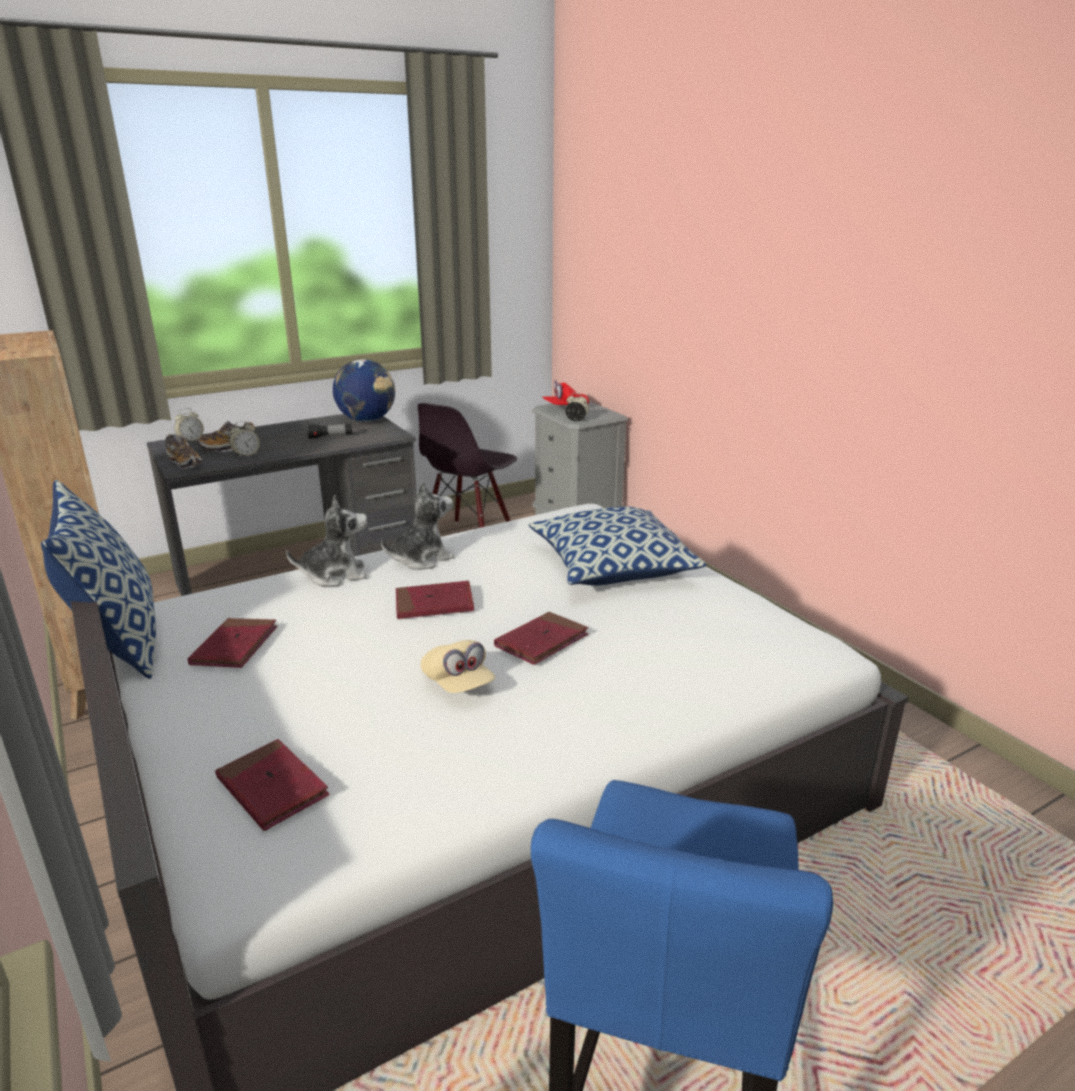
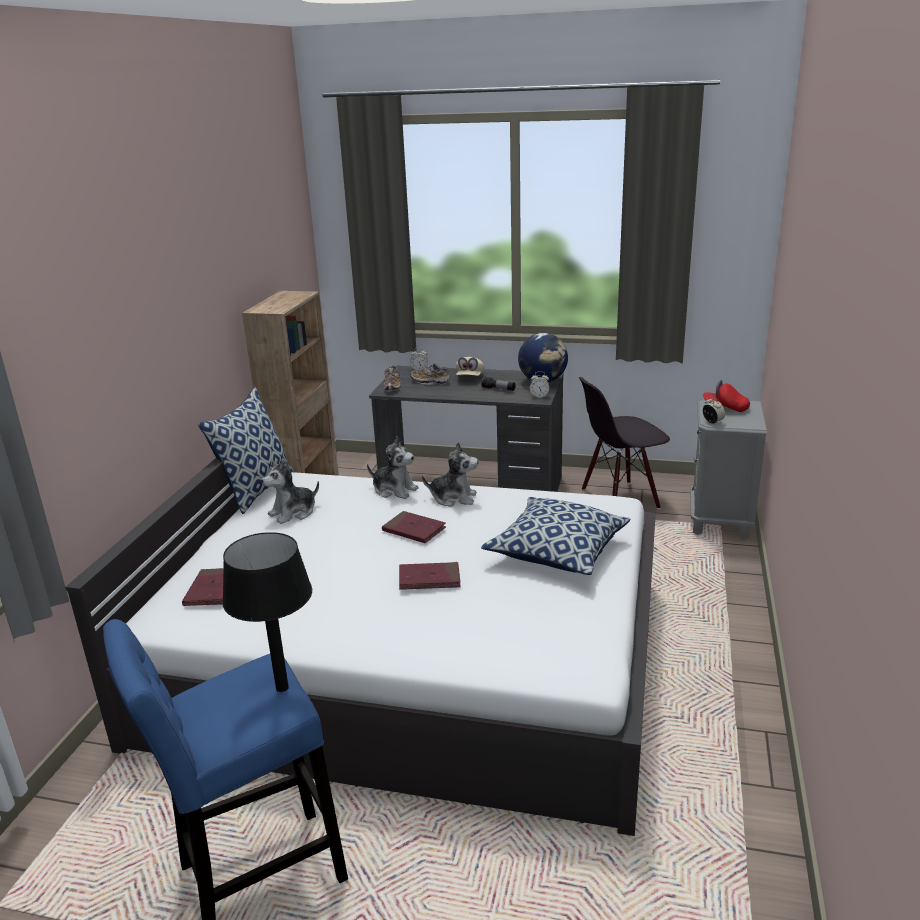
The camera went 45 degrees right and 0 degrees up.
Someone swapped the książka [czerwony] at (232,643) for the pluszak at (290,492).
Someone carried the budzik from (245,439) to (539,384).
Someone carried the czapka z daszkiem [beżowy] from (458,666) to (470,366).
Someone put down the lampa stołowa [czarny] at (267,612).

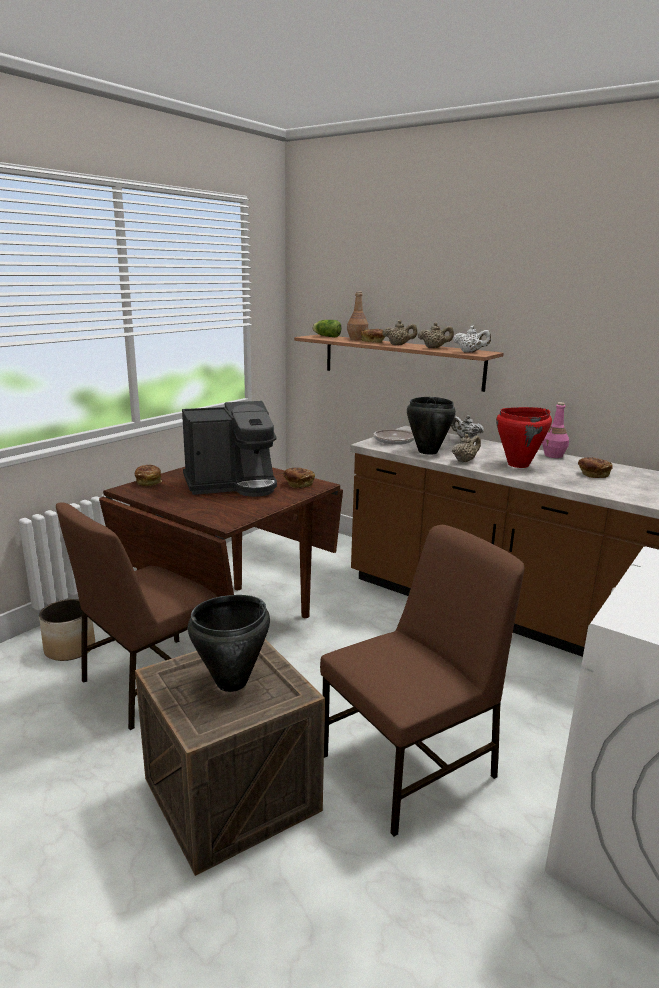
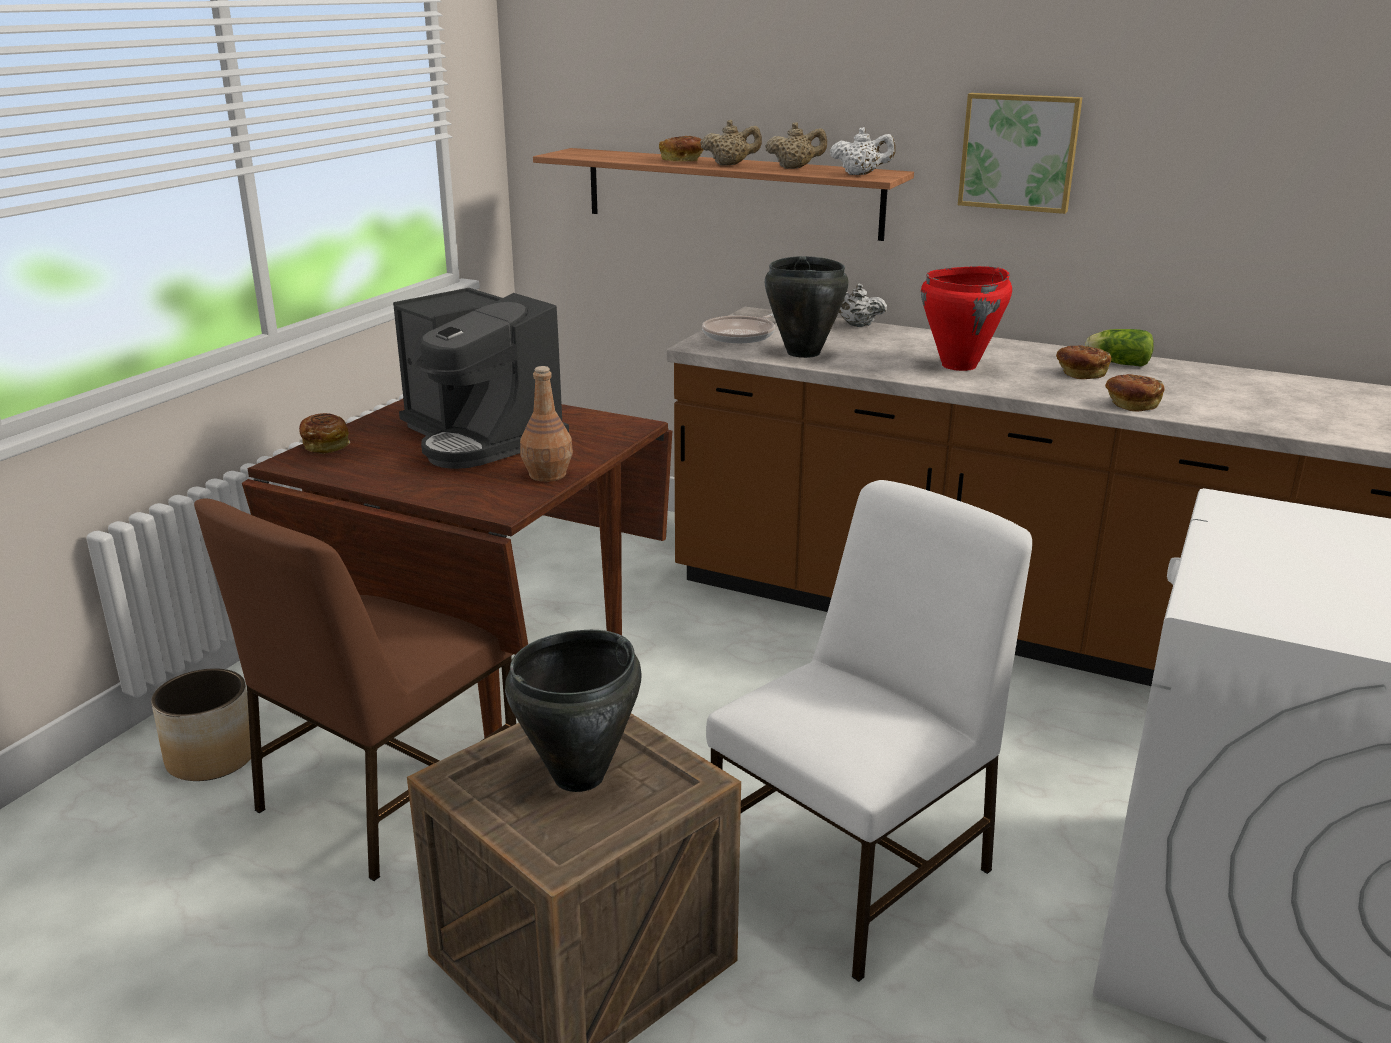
The camera went 10 degrees left and 5 degrees up.
Someone rotated the ekspres do kawy at (229,449) by 75 degrees clockwise.
Someone carried the chleb from (299,478) to (1135,392).
Someone carried the sałata from (326,328) to (1119,348).
Someone repainted the krzesło [brązowy] at (422,681), which became the krzesło [biały] at (869,731).
Someone carried the butelka [brązowy] from (357,315) to (546,424).
Someone took away the imbryk [beżowy] at (466,448).
Someone took away the butelka [różowy] at (555,430).
Someone put up the obraz at (1020,153).

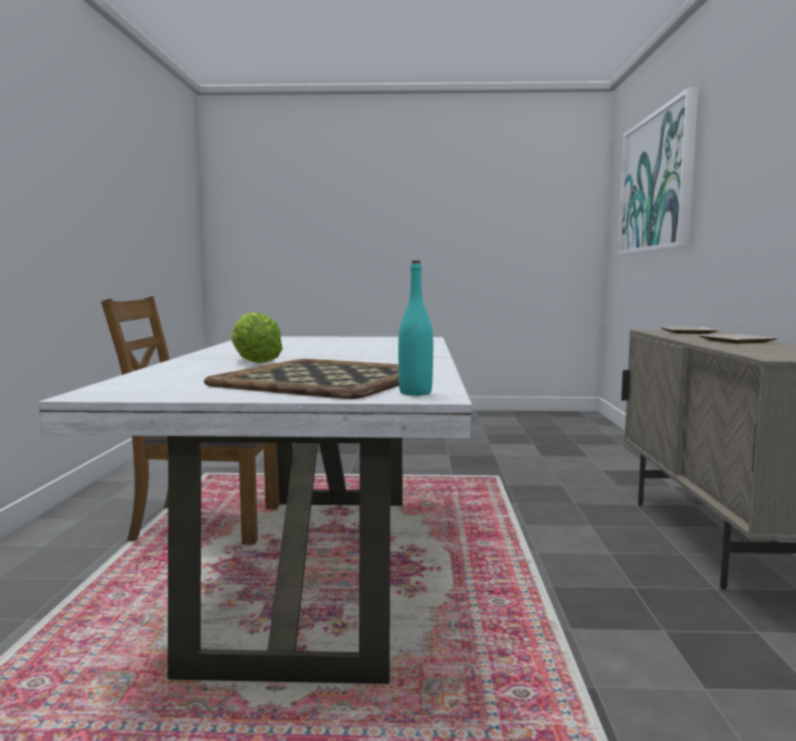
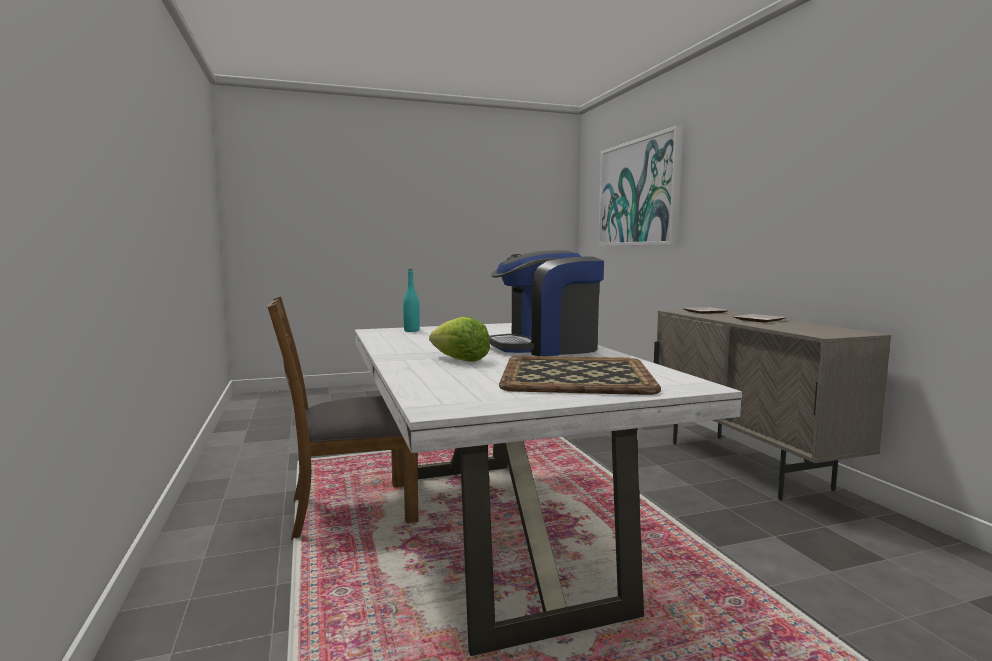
The camera went 20 degrees left and 0 degrees up.
Someone carried the butelka [turkusowy] from (415,328) to (411,300).
Someone put down the ekspres do kawy at (546,303).

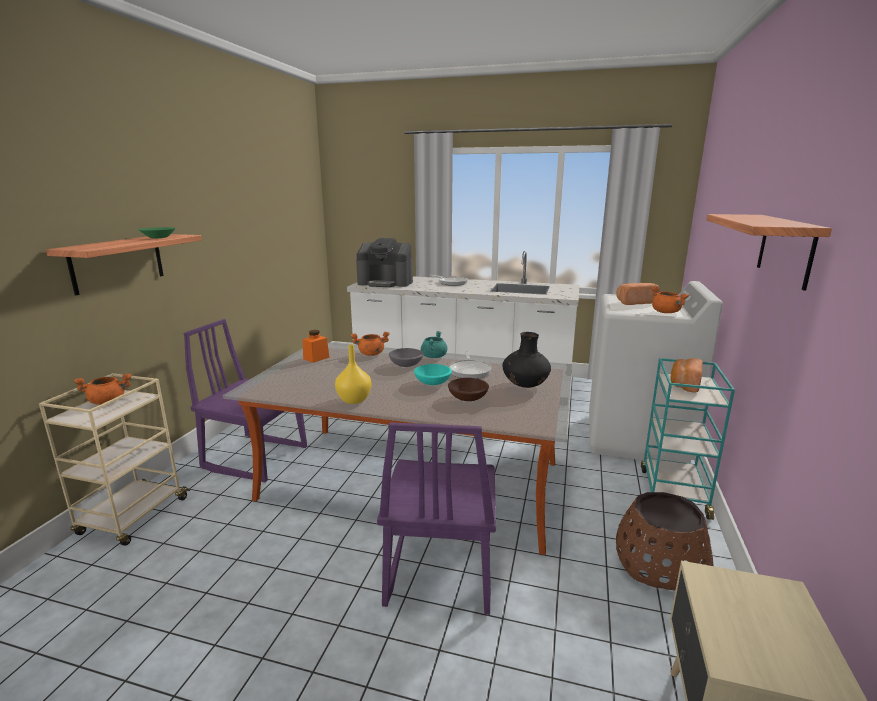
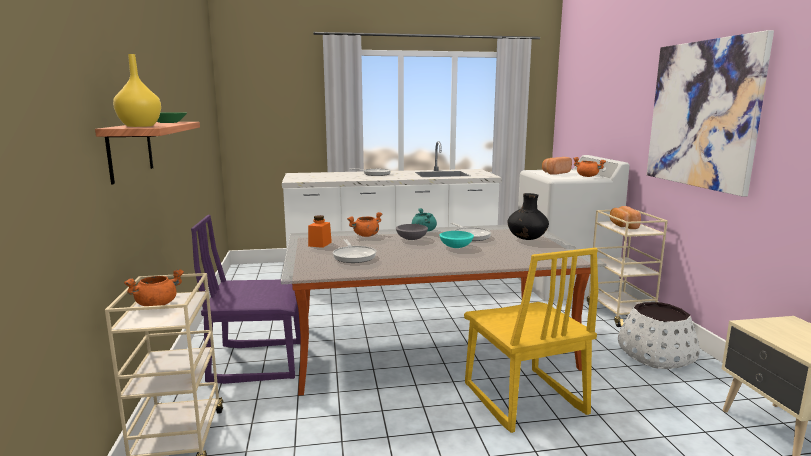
The camera went 25 degrees left and 5 degrees down.
Someone carried the wazon [żółty] from (353,374) to (137,90).
Someone took away the ekspres do kawy at (384,262).
Someone repainted the krzesło [fioletowy] at (436,518), which became the krzesło [żółty] at (531,340).
Someone took away the miska [brązowy] at (468,389).
Someone repainted the donica [brązowy] at (665,541), which became the donica [biały] at (659,335).
Someone repainted the wózek [turkusowy] at (688,439), which became the wózek [beżowy] at (627,268).
Someone swapped the półka at (769,252) for the obraz at (710,113).
Someone put down the patelnia at (354,251).

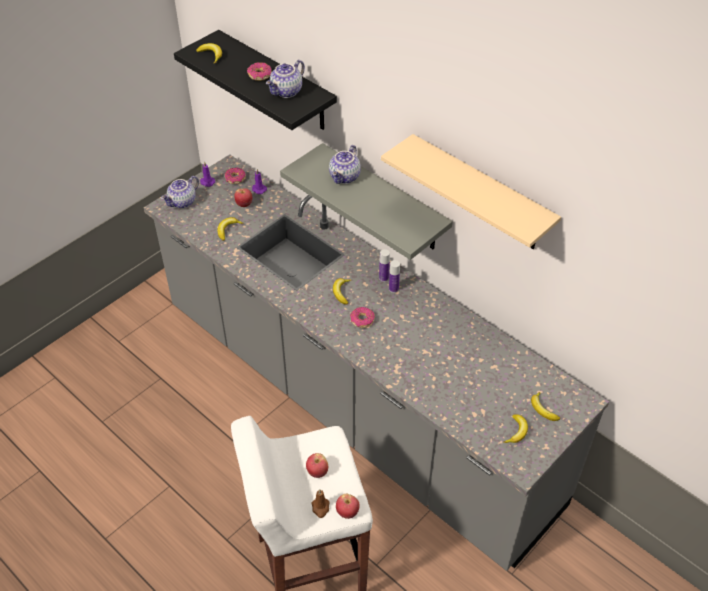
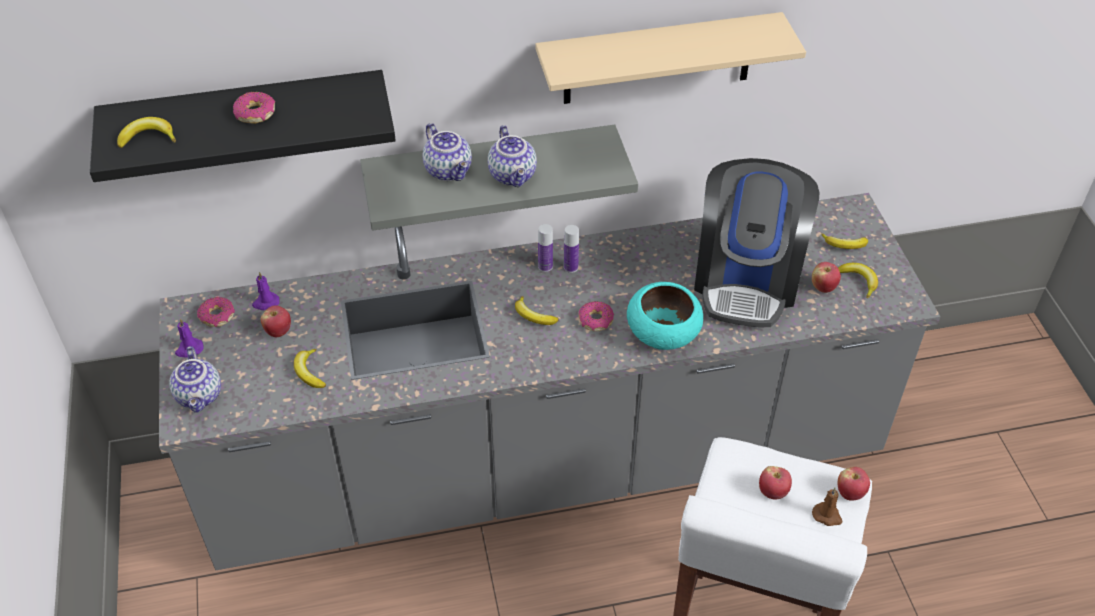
The camera went 55 degrees left and 0 degrees up.
Someone carried the imbryk from (285,79) to (512,156).
Someone put down the miska [turkusowy] at (665,316).
Someone put down the ekspres do kawy at (756,243).
Someone put down the jabłko at (826,277).

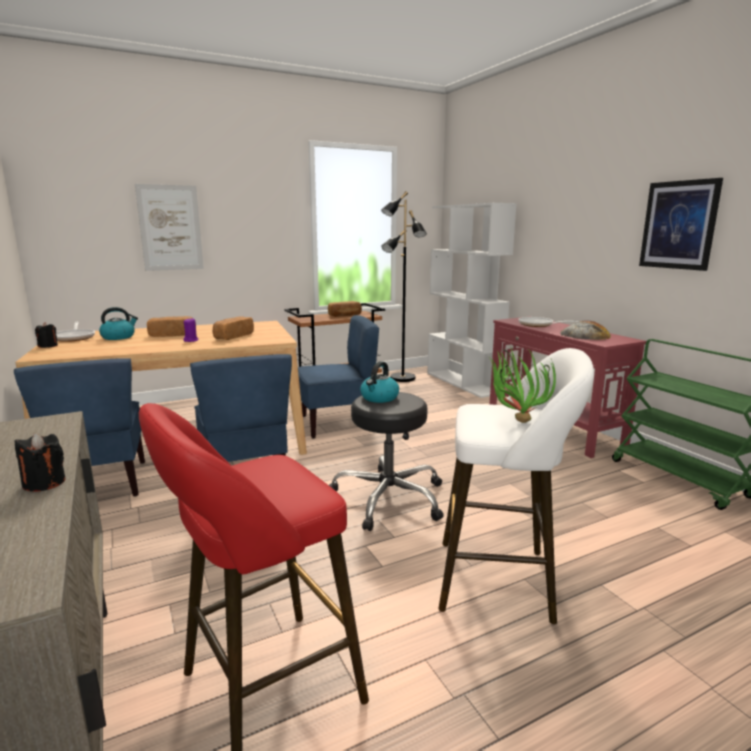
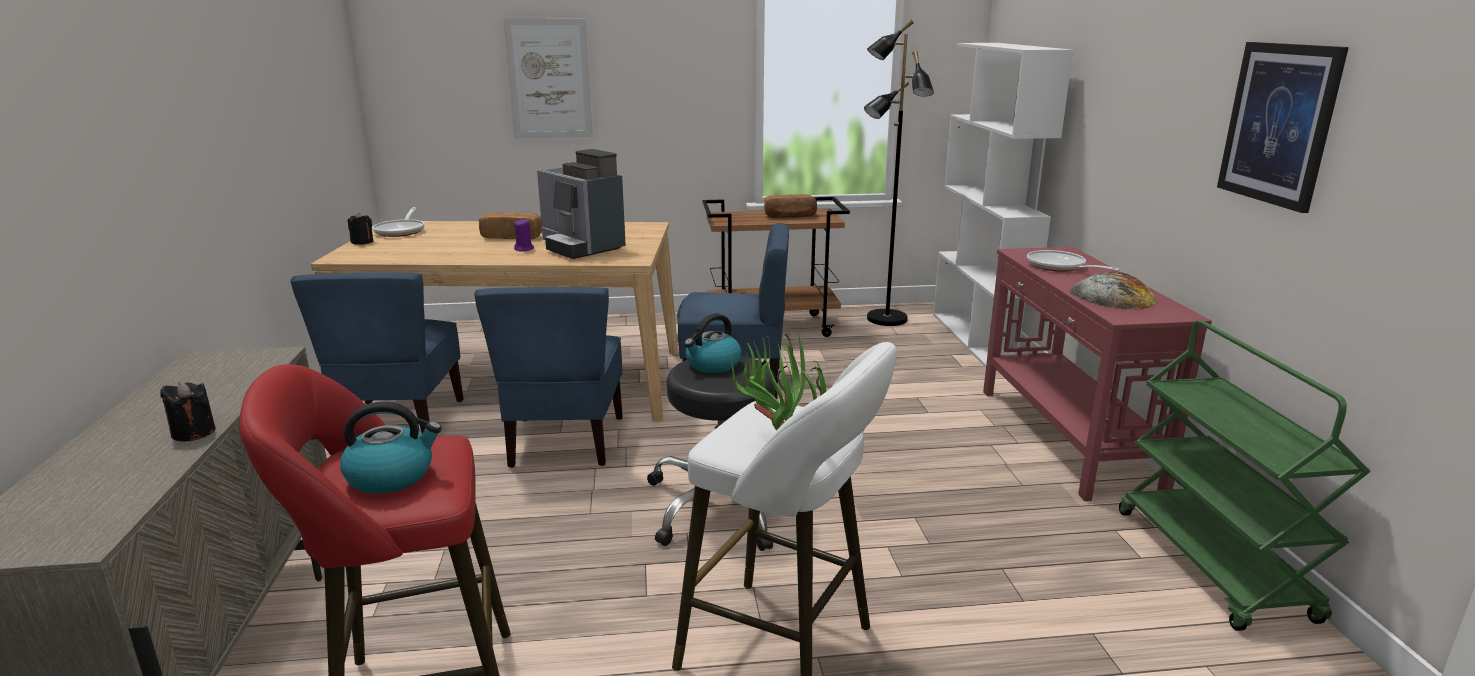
The camera went 20 degrees right and 5 degrees up.
Someone carried the czajnik from (118,323) to (391,447).
Someone swapped the chleb at (233,328) for the ekspres do kawy at (581,204).

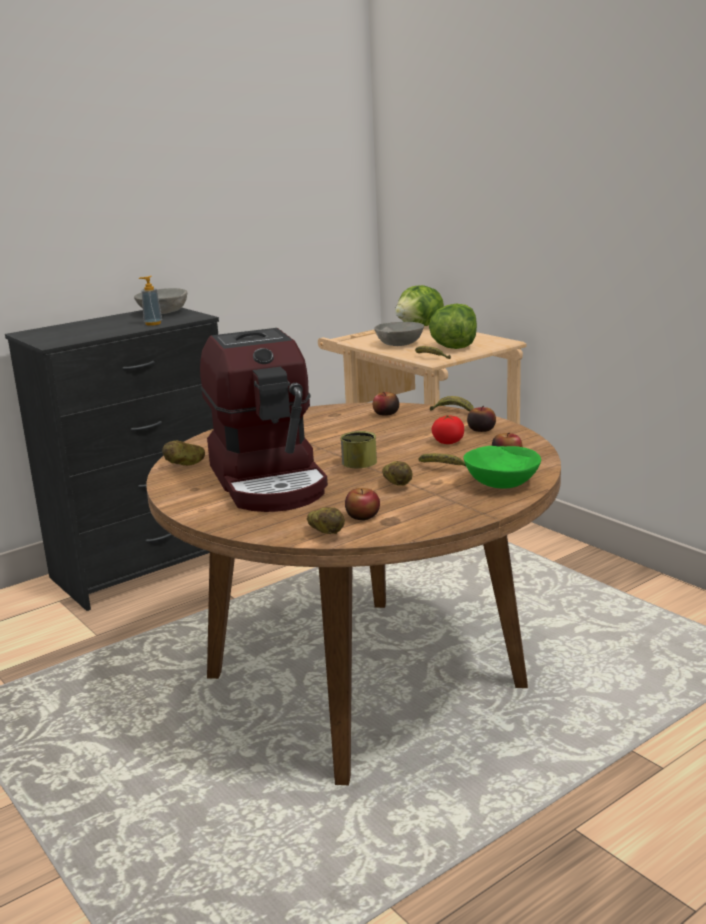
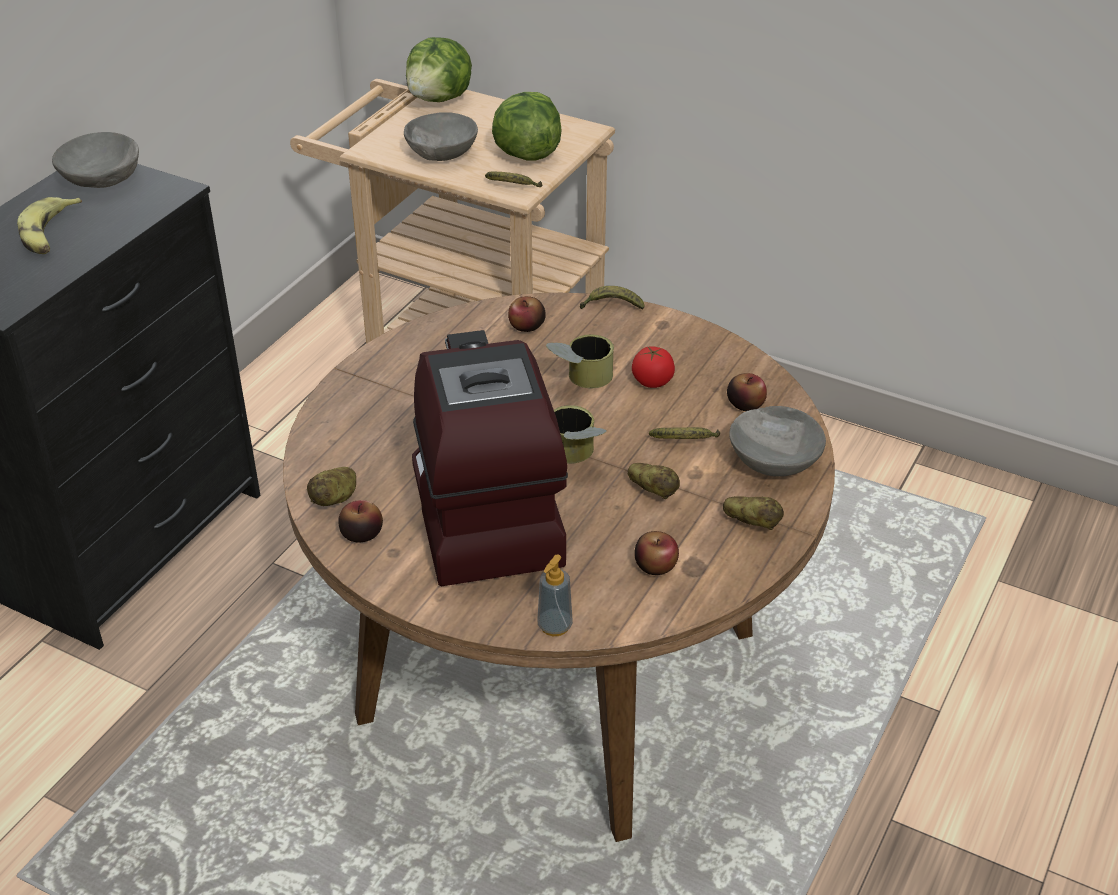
The camera went 25 degrees left and 20 degrees up.
Someone carried the dozownik mydła from (150,301) to (555,595).
Someone rotated the ekspres do kawy at (264,420) by 150 degrees counterclockwise.
Someone carried the ziemniak from (326,520) to (753,513).
Someone repainted the miska [zielony] at (502,467), which became the miska [szary] at (777,441).
Someone carried the jabłko from (481,419) to (360,521).
Someone put down the banan at (49,225).
Someone put down the puszka at (580,361).

